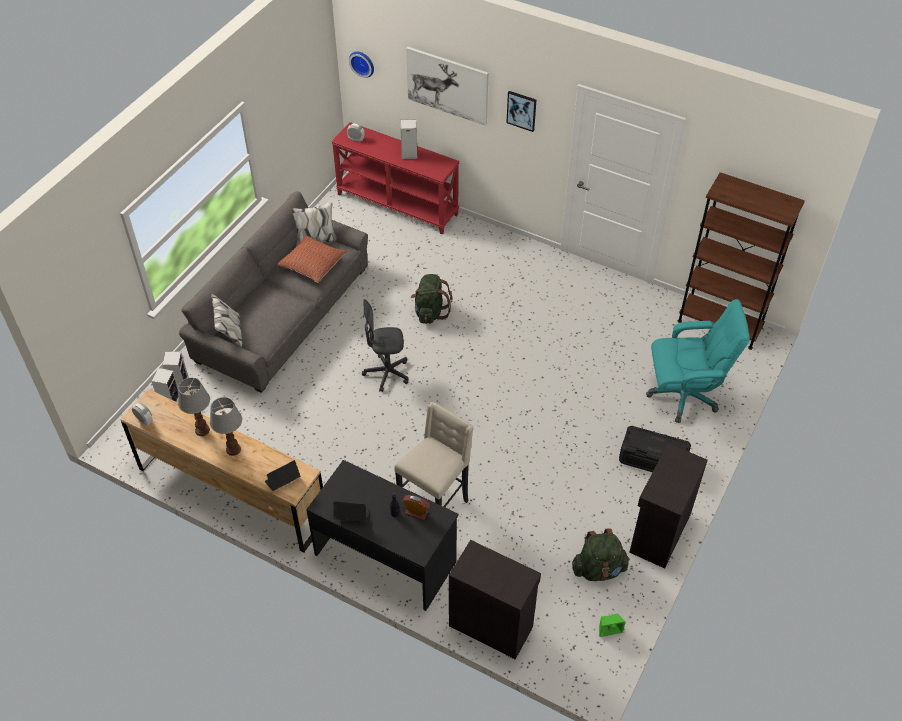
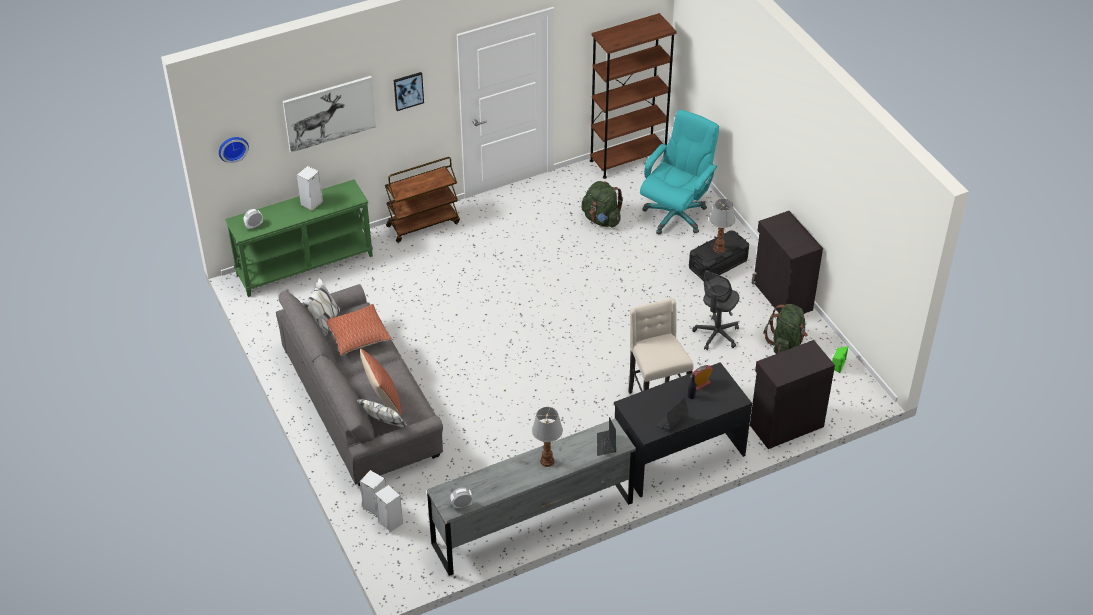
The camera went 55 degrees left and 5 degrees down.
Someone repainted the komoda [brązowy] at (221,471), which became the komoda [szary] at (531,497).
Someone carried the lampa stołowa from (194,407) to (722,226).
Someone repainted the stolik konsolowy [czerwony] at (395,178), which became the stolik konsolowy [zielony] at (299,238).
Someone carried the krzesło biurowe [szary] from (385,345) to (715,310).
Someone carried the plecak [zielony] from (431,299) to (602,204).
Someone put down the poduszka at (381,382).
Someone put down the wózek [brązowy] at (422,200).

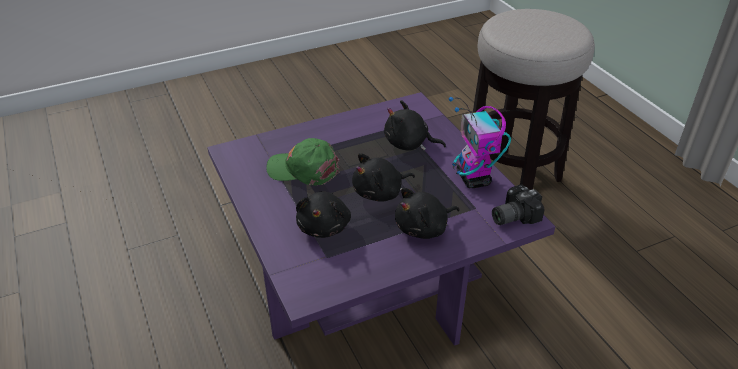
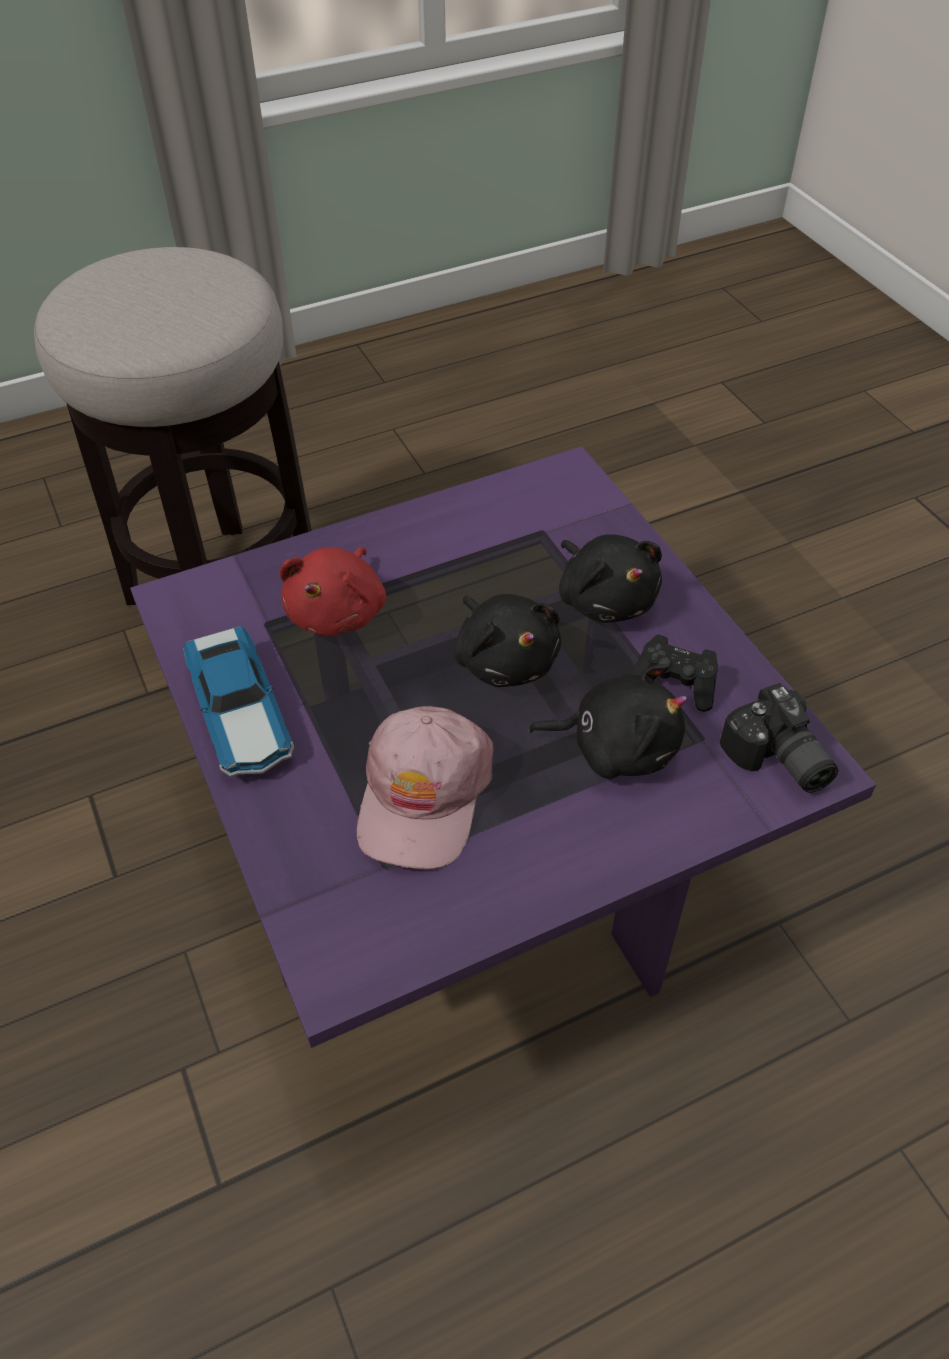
The camera went 90 degrees left and 10 degrees up.
Someone repainted the czapka z daszkiem [zielony] at (303,162), which became the czapka z daszkiem [różowy] at (425,788).
Someone repainted the pluszak [czarny] at (415,125), which became the pluszak [czerwony] at (333,591).
Someone took away the robot zabawkowy at (480,142).
Someone carried the aparat fotograficzny from (518,204) to (779,738).
Someone put down the samochodzik at (238,702).
Someone put down the pad do gier [czarny] at (674,673).

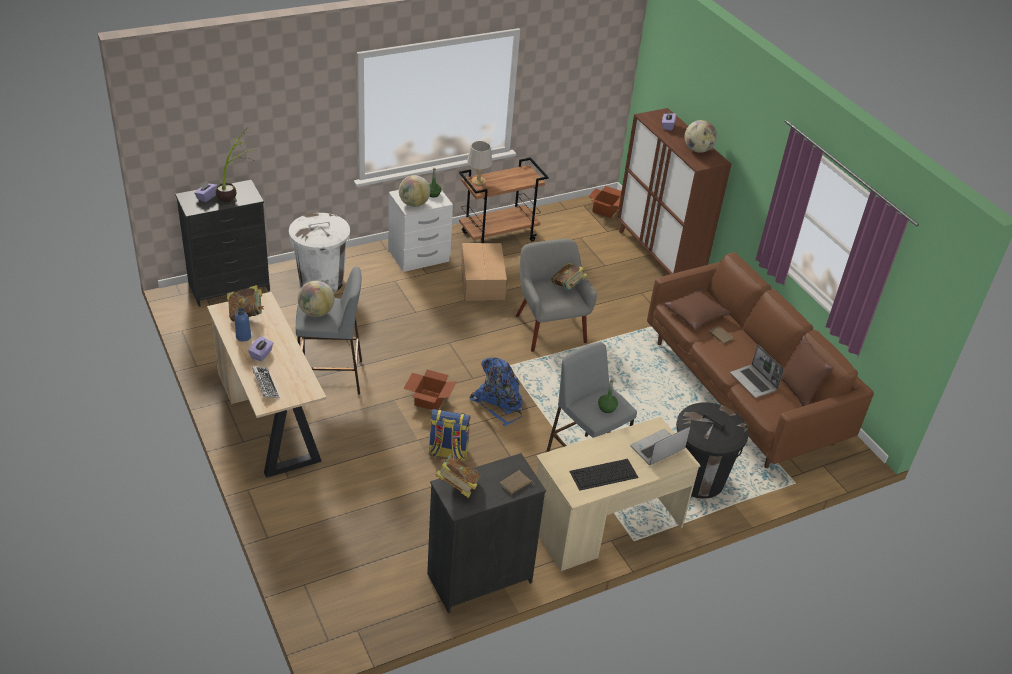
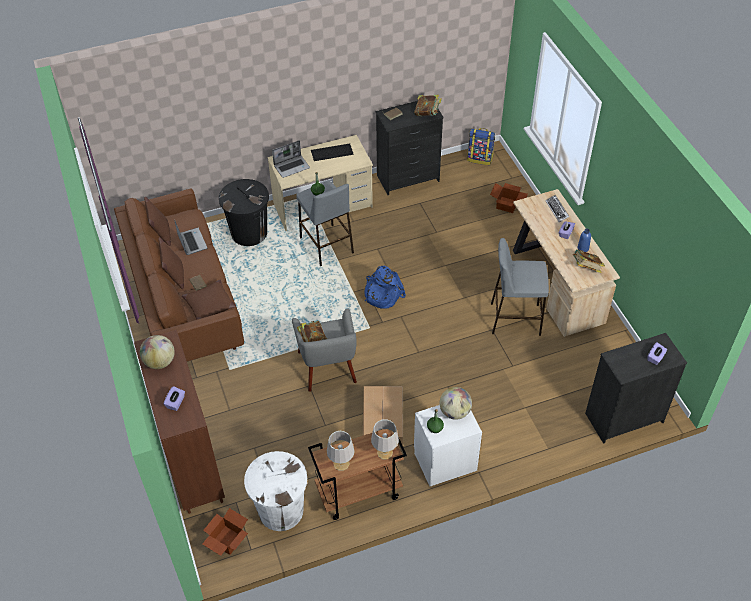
The camera went 170 degrees left and 10 degrees up.
Someone took away the roślina doniczkowa at (234,166).
Someone carried the kosz na śmieci [biały] from (319,253) to (275,491).
Someone took away the globus at (316,299).
Someone carried the karton from (430,390) to (509,198).
Someone carried the plecak from (449,435) to (481,146).
Someone put down the poduszka [brązowy] at (171,263).
Someone put down the lampa stołowa [szary] at (341,451).

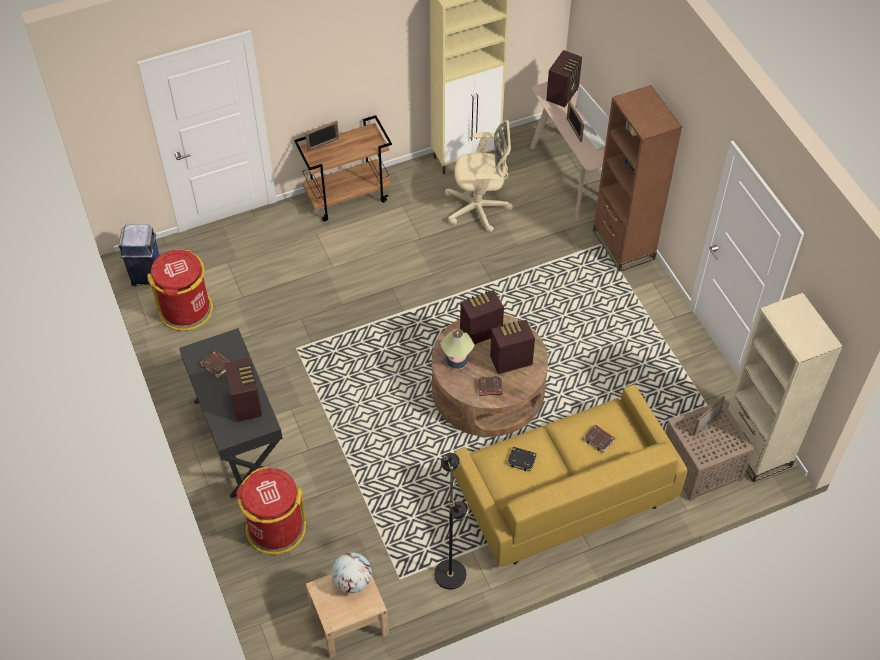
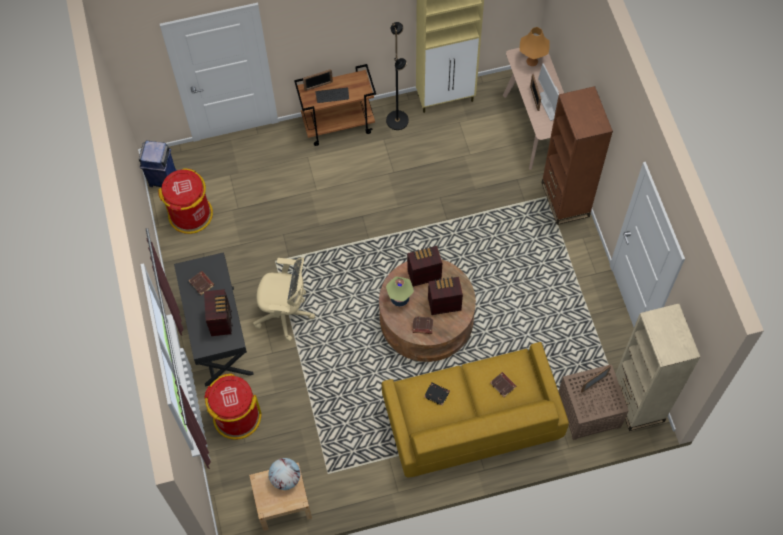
The camera went 10 degrees right and 10 degrees up.
Someone carried the lampa stojąca [czarny] from (451,521) to (397,76).
Someone carried the krzesło biurowe [beżowy] from (479,176) to (284,299).
Someone swapped the radio at (564,79) for the lampa stołowa [pomarańczowy] at (535,46).
Someone put down the klawiatura at (332,95).

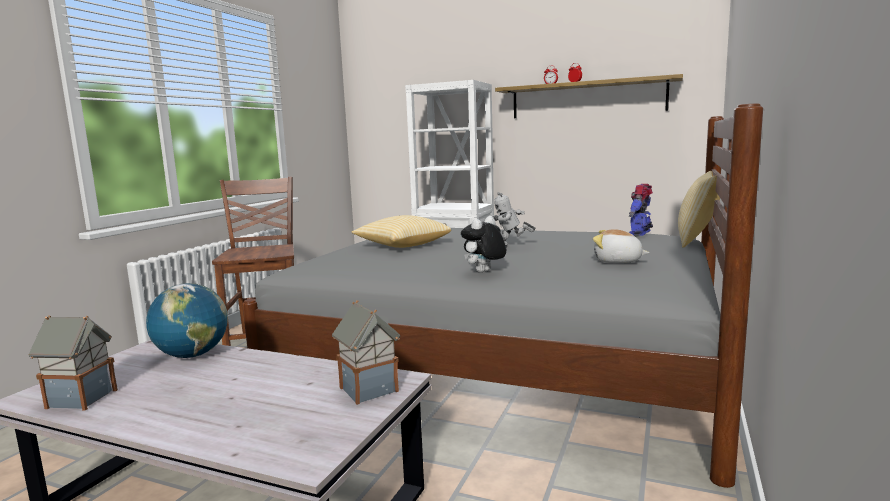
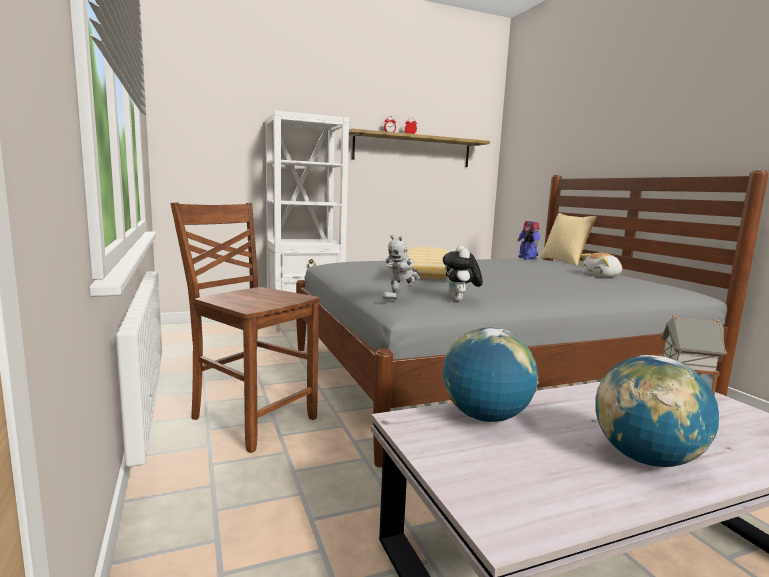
The camera went 45 degrees left and 0 degrees up.
Someone took away the domek at (73,363).
Someone carried the pluszak from (483,244) to (463,273).
Someone carried the robot zabawkowy from (514,219) to (402,267).
Someone put down the globus at (657,411).

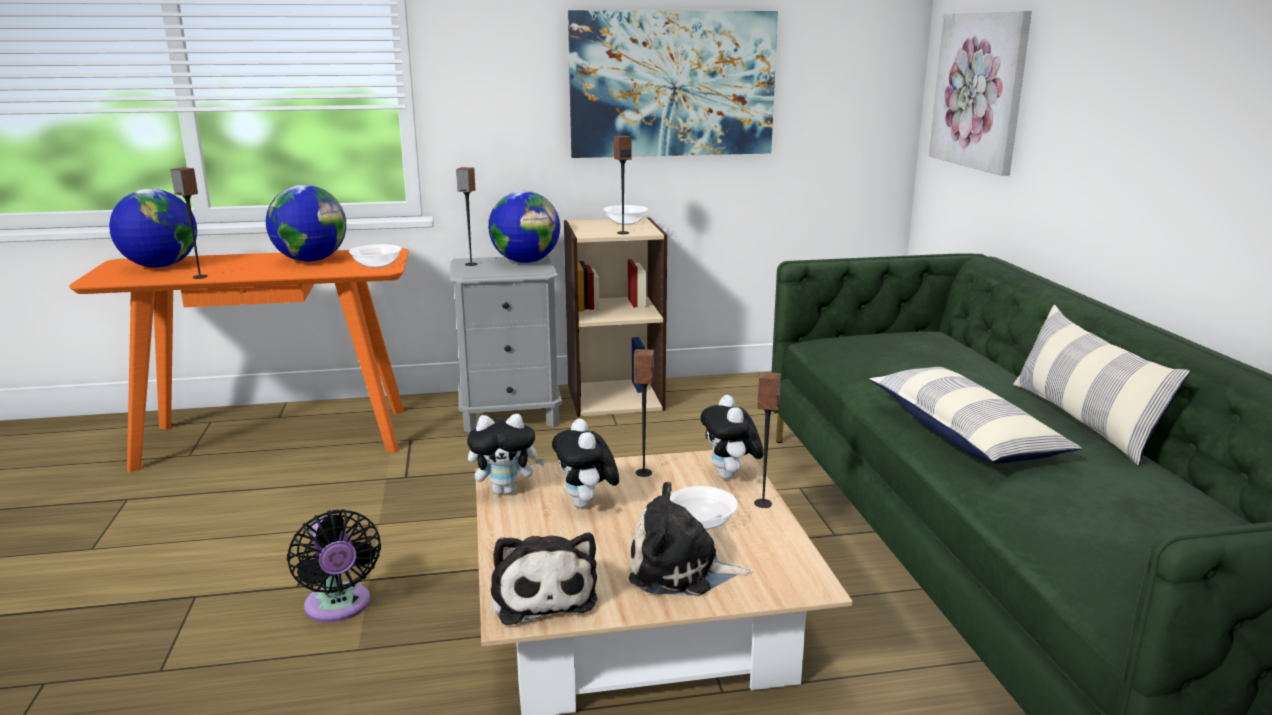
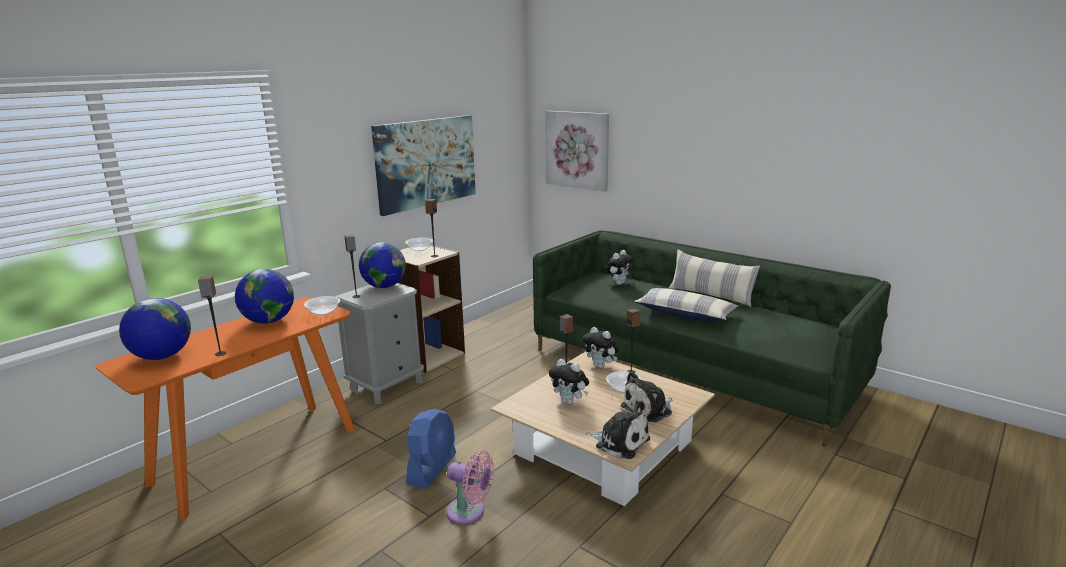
The camera went 40 degrees left and 0 degrees up.
Someone repainted the wentylator [czarny] at (334,565), which became the wentylator [różowy] at (470,487).
Someone carried the pluszak from (506,454) to (620,267).
Someone put down the wentylator [niebieski] at (431,449).

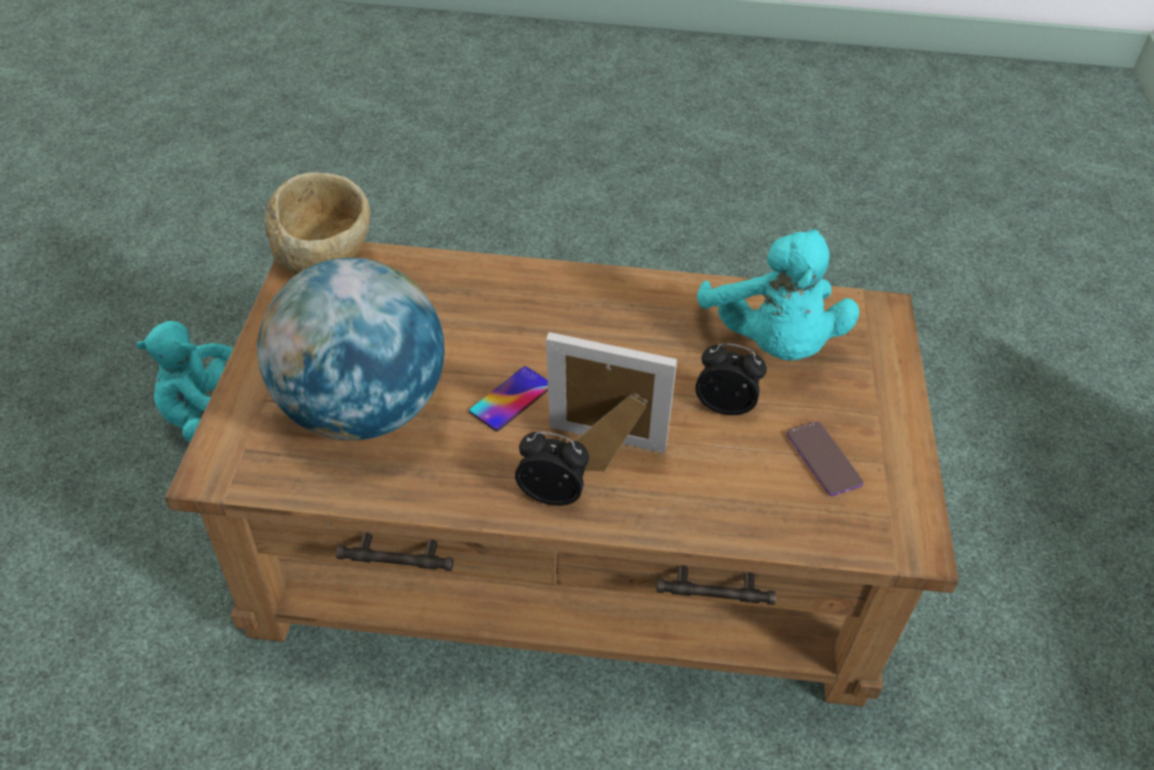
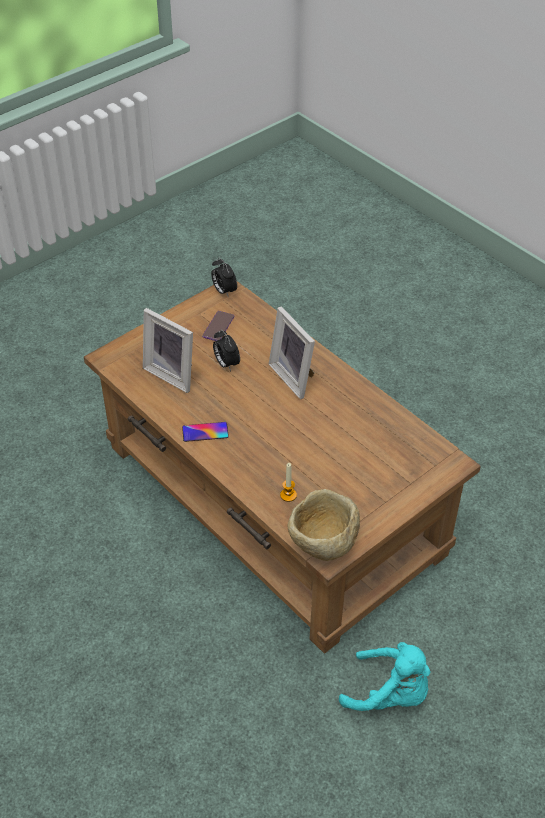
The camera went 135 degrees left and 0 degrees up.
Someone took away the globus at (350,349).
Someone carried the telefon from (508,398) to (205,432).
Someone carried the budzik from (552,469) to (224,278).
Someone swapped the pluszak [turkusowy] at (778,295) for the ramka na zdjęcie at (168,350).
Someone put down the świeca at (288,482).

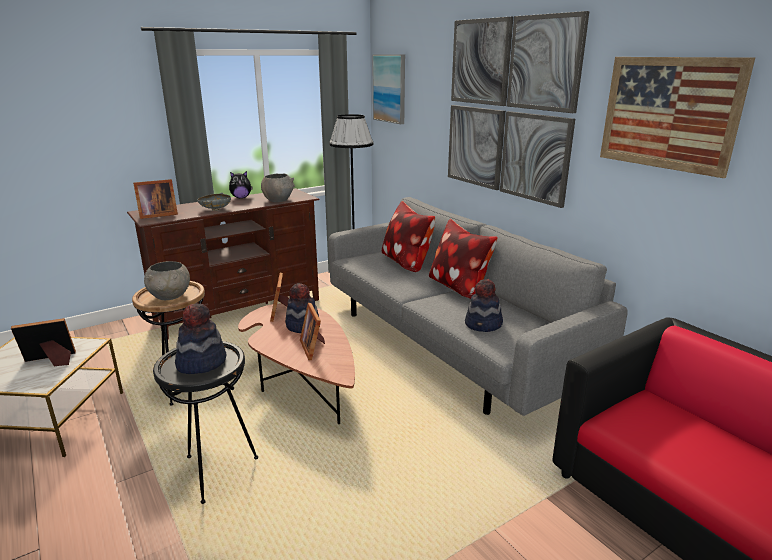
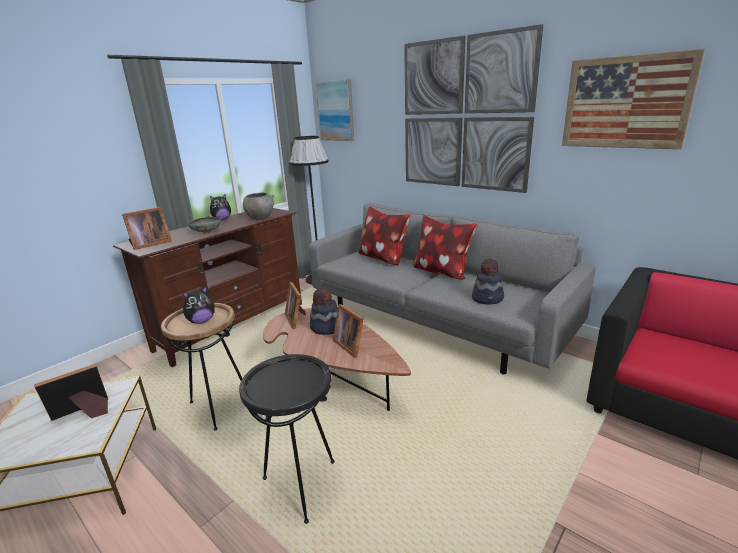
The camera went 15 degrees left and 0 degrees up.
Someone swapped the miska [szary] at (167,280) for the pluszak at (199,305).
Someone took away the kapelusz at (200,339).

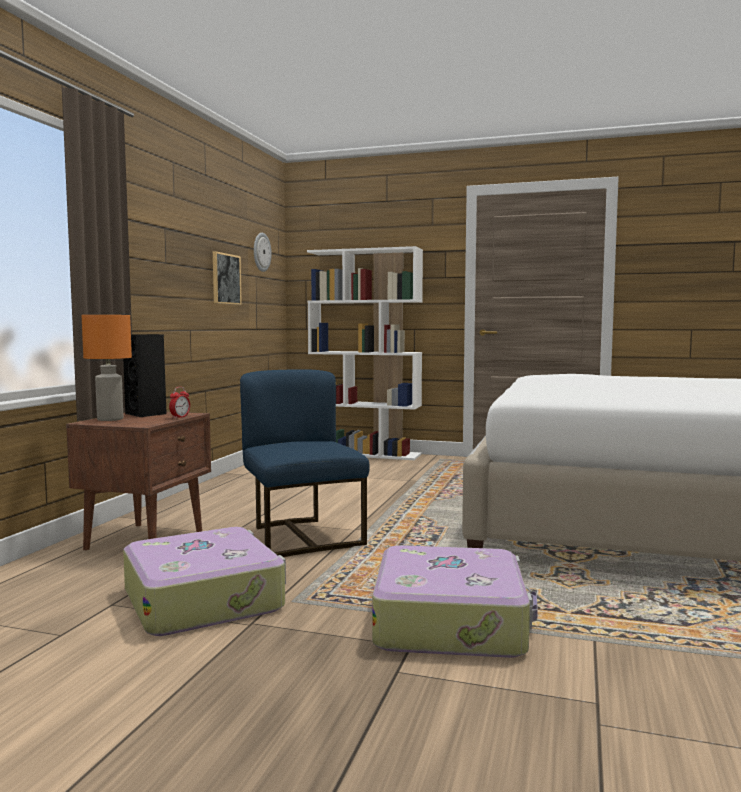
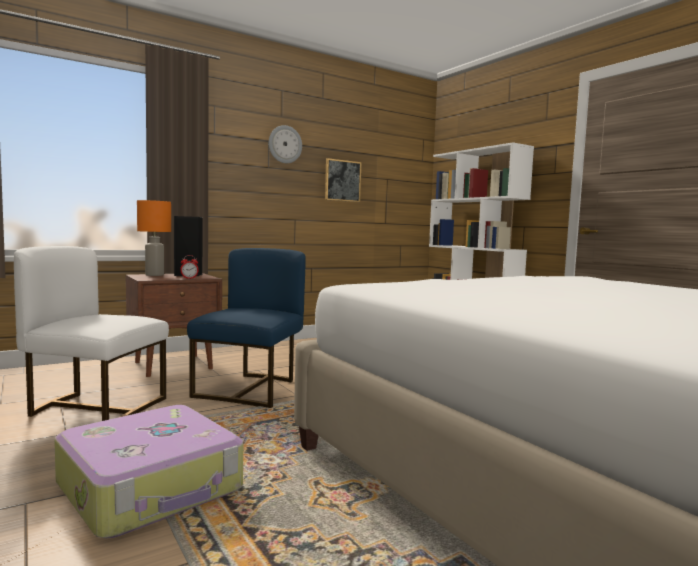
The camera went 40 degrees right and 0 degrees up.
Someone swapped the walizka at (204,581) for the krzesło [biały] at (91,333).
Someone carried the zegar ścienny from (263,252) to (285,144).

